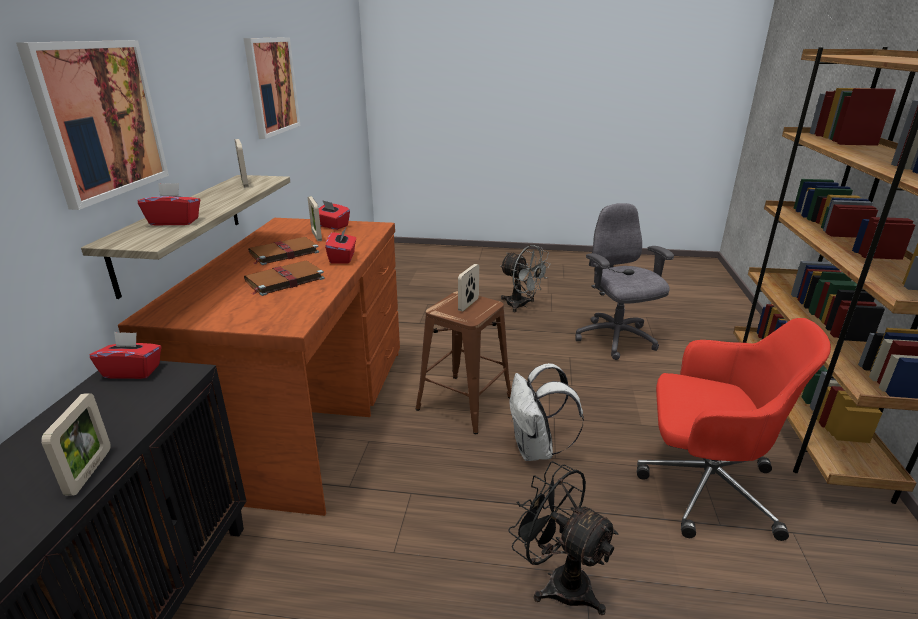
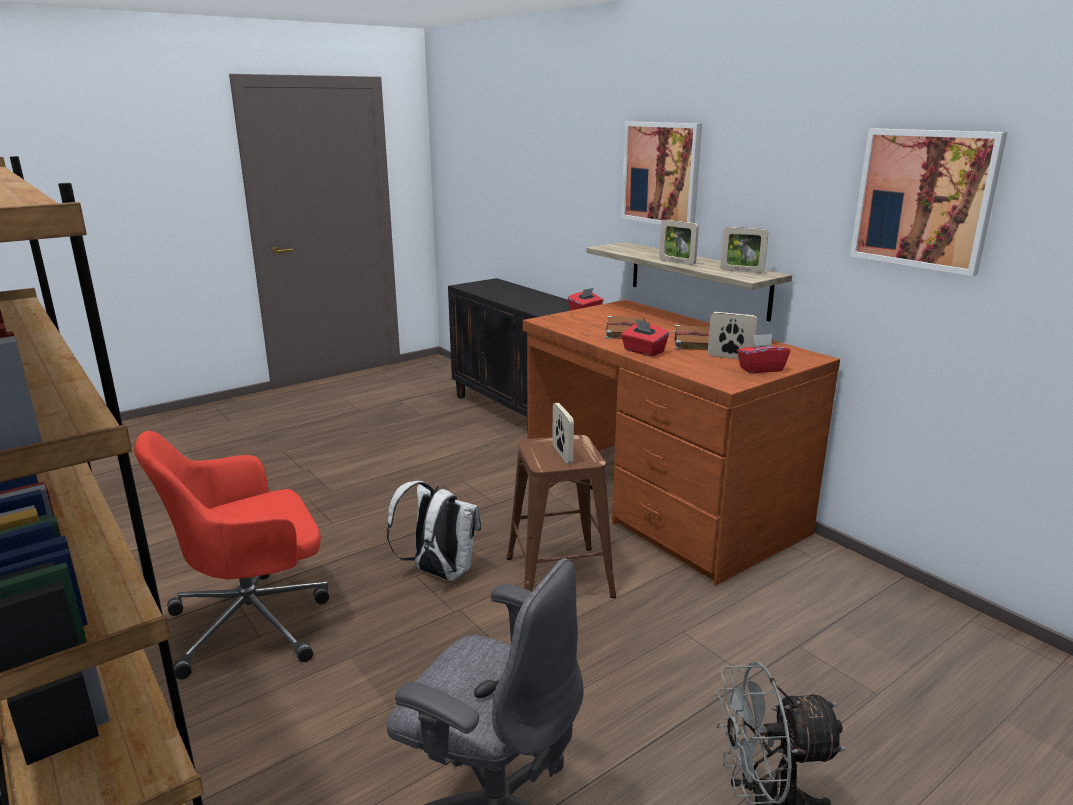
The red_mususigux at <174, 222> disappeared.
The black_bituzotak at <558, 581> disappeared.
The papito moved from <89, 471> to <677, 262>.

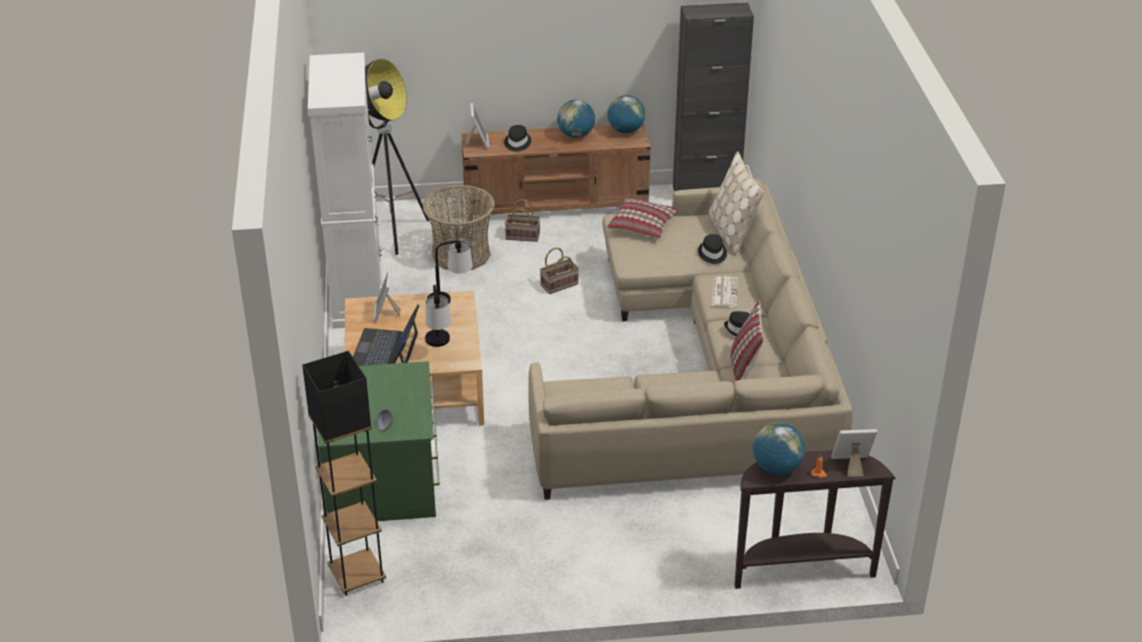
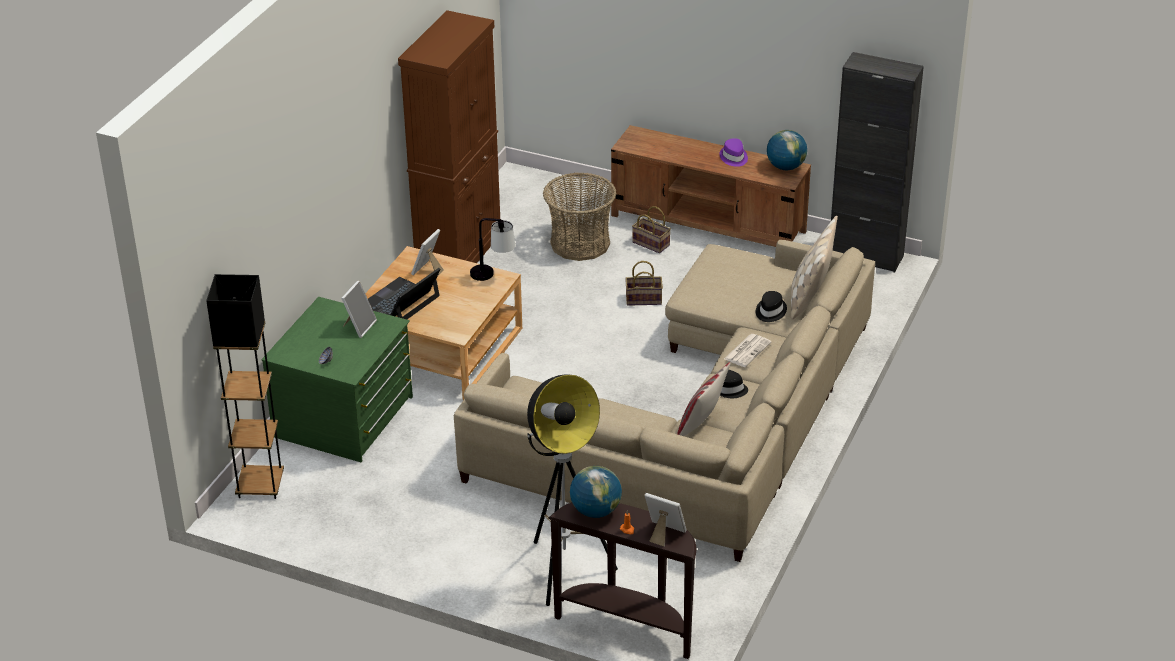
The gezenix at <439, 346> disappeared.
The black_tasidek at <517, 143> disappeared.
The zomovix at <642, 225> disappeared.
The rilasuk moved from <392, 232> to <564, 570>.
The papito moved from <478, 142> to <359, 326>.
The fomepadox at <576, 135> was replaced by the purple_tasidek at <733, 157>.
The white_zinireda at <358, 296> became the brown_zinireda at <459, 252>.

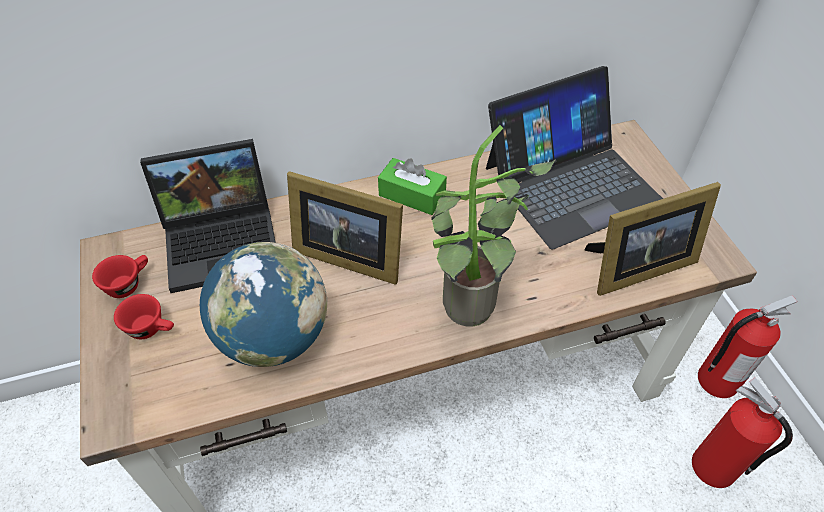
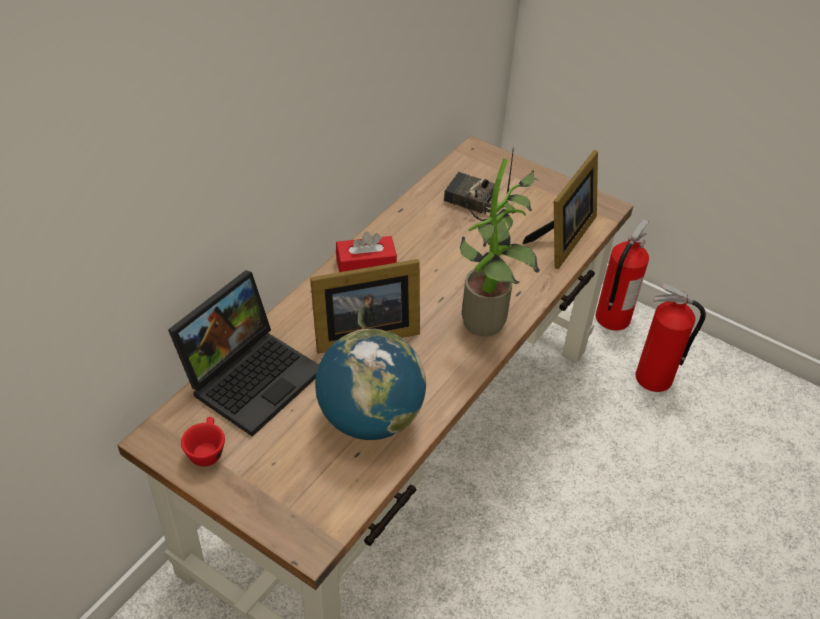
The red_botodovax at <152, 328> disappeared.
The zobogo at <571, 183> was replaced by the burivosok at <471, 202>.
The green_mususigux at <412, 195> became the red_mususigux at <366, 266>.

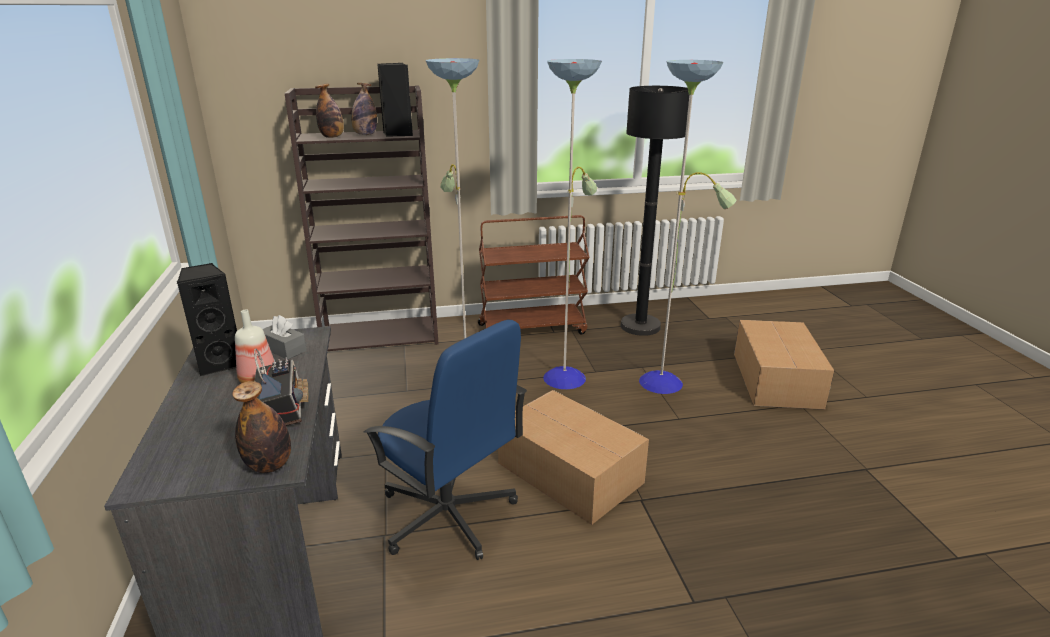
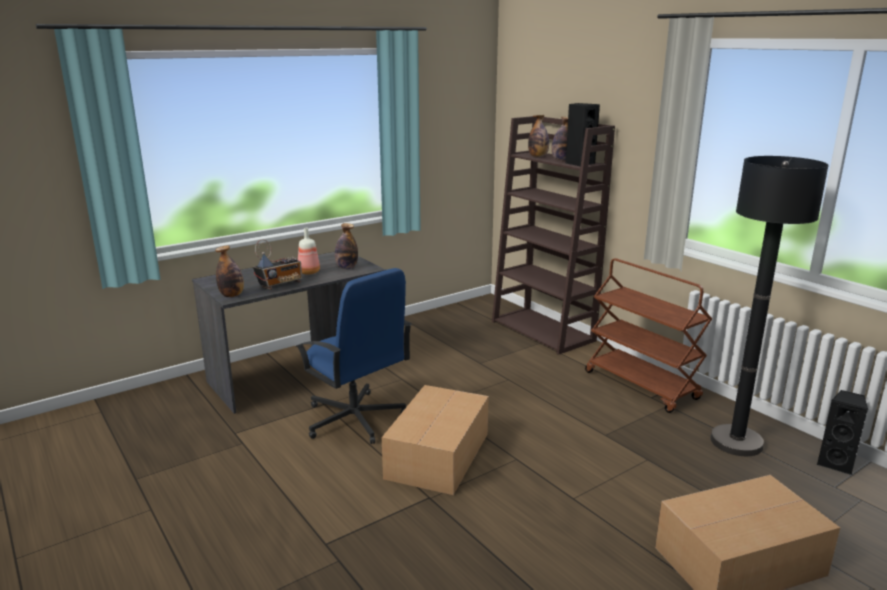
The rilasuk at <564, 376> disappeared.
The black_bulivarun moved from <221, 363> to <836, 463>.
The grey_mususigux at <283, 349> was replaced by the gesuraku at <346, 267>.
The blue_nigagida at <448, 516> turned 60 degrees counterclockwise.

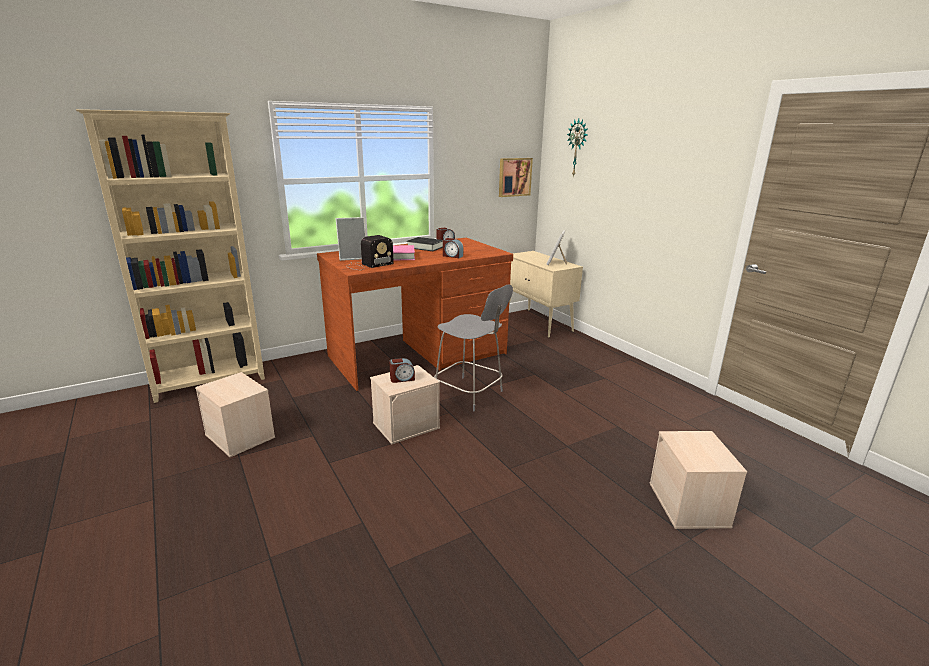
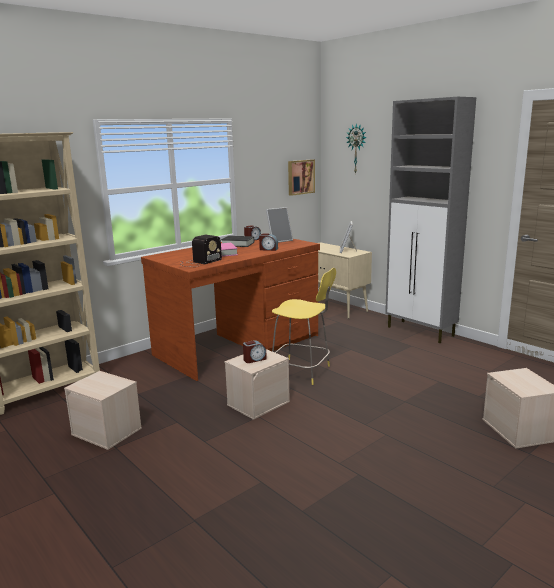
The grey_zinireda at <421, 332> appeared.
The papito moved from <353, 257> to <279, 240>.
The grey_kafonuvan at <470, 394> became the yellow_kafonuvan at <302, 371>.

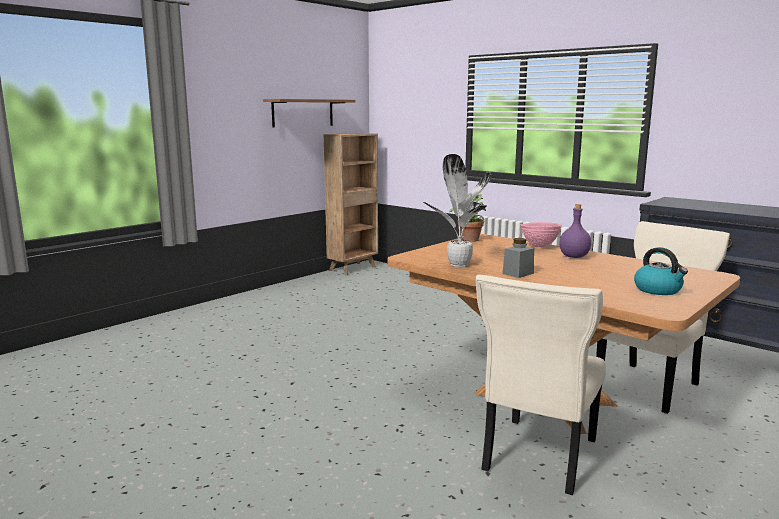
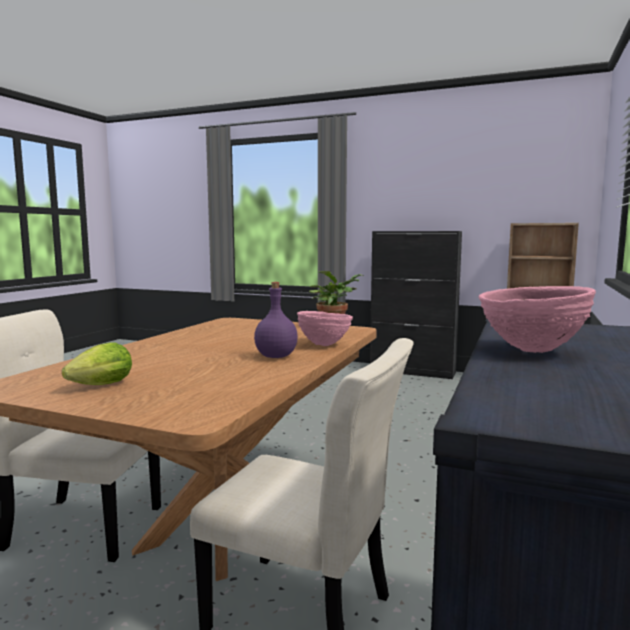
The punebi at <303, 113> disappeared.
The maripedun at <458, 265> disappeared.
The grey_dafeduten at <518, 273> disappeared.
The black_zinireda at <413, 371> appeared.
The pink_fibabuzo at <531, 351> appeared.
The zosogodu at <658, 290> was replaced by the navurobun at <98, 386>.

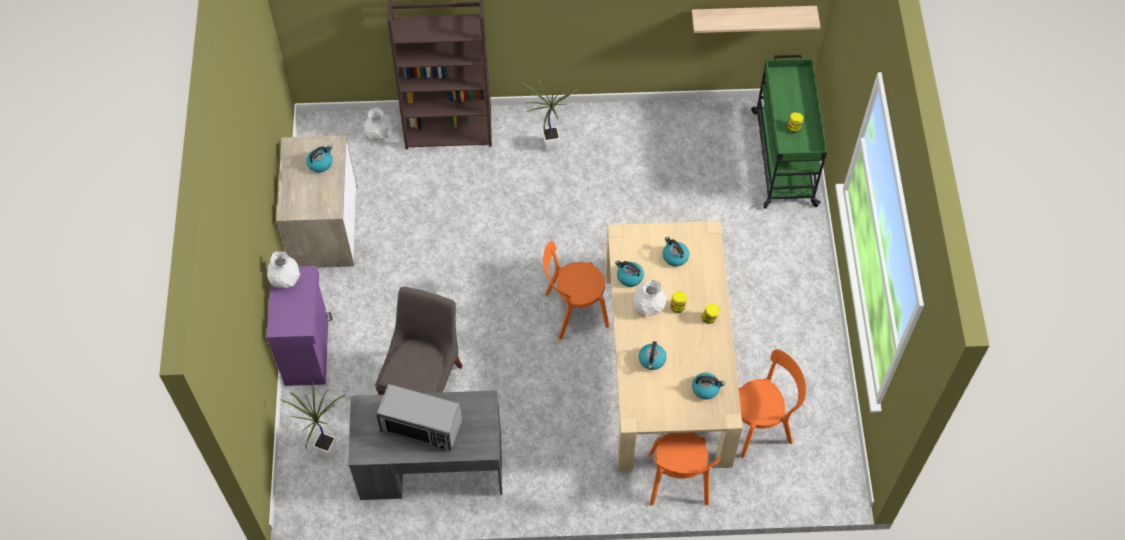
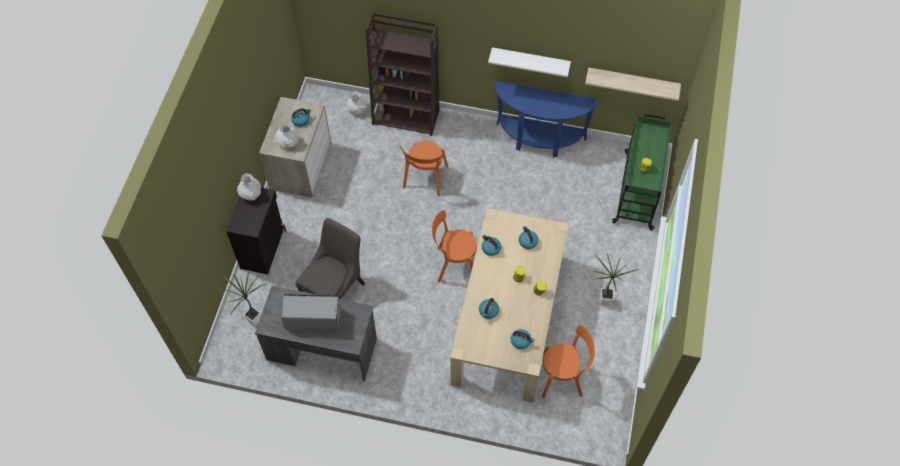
The white_punebi at <530, 60> appeared.
The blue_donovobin at <539, 140> appeared.
The maripedun moved from <549, 148> to <603, 303>.
The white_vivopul moved from <648, 306> to <288, 142>.
The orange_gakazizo moved from <678, 482> to <425, 179>.
The purple_zinireda at <308, 350> became the black_zinireda at <263, 248>.
The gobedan at <421, 426> turned 150 degrees clockwise.

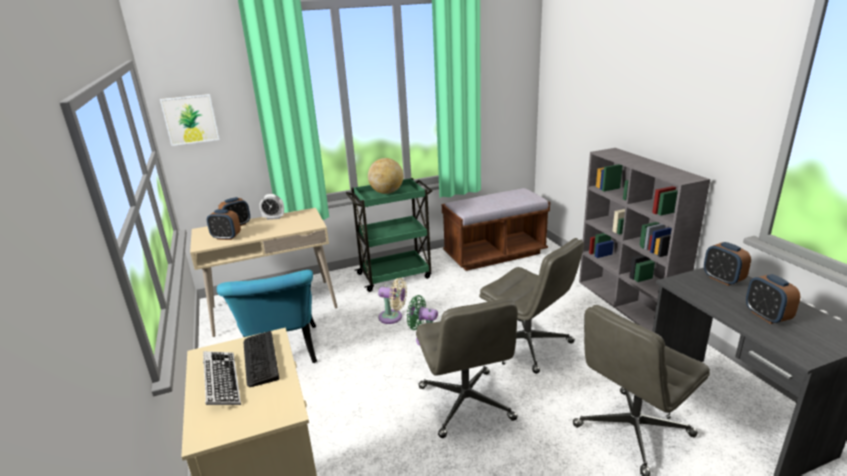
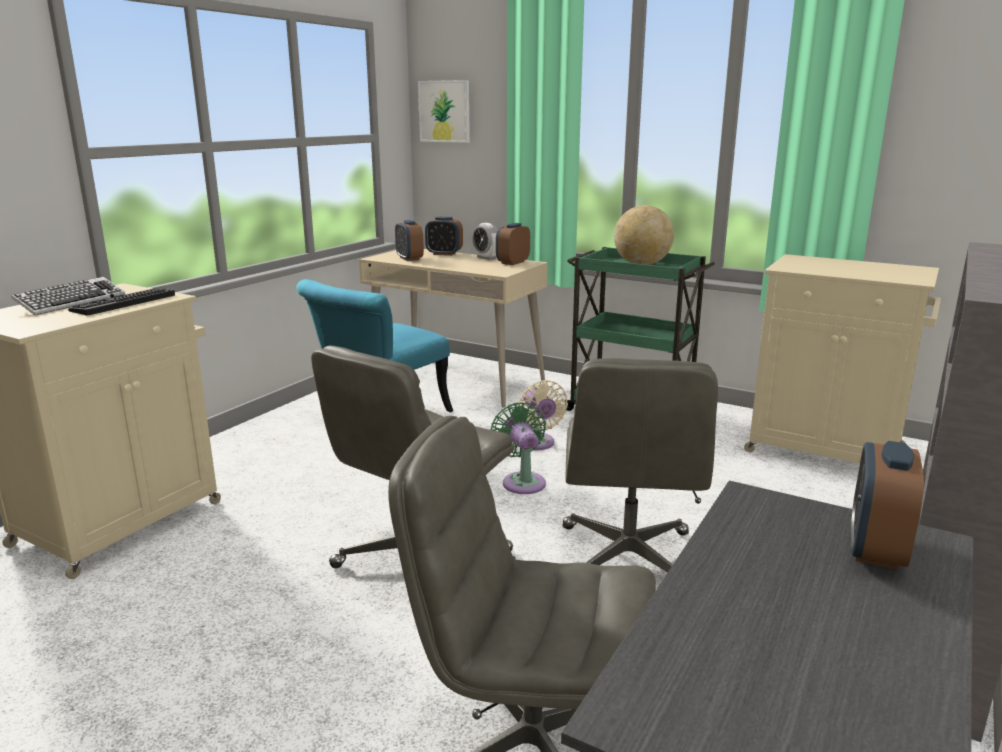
The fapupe moved from <766, 316> to <512, 262>.
The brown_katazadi at <494, 254> was replaced by the beige_zinireda at <828, 451>.

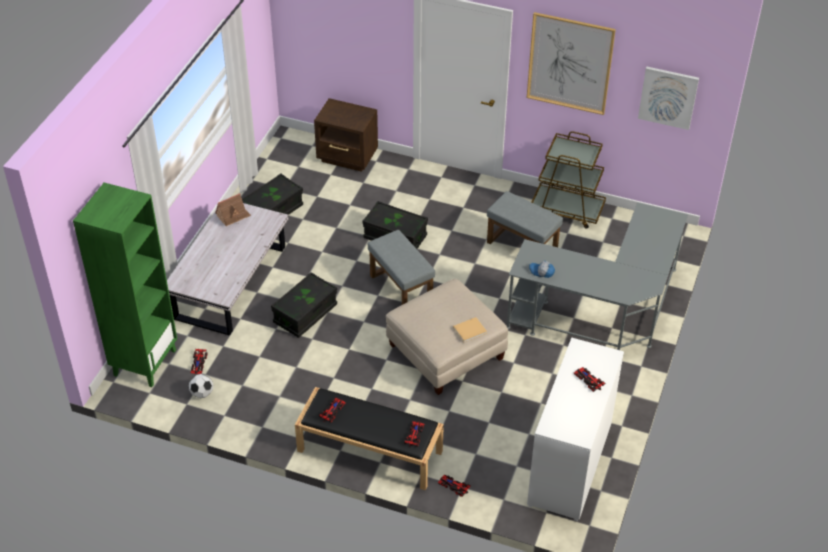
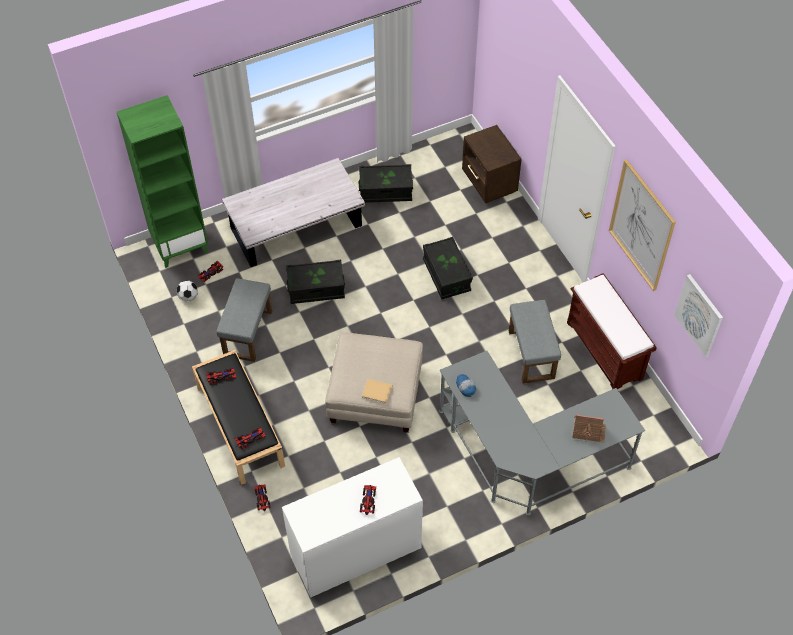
The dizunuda moved from <233, 216> to <588, 431>.
The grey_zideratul moved from <400, 289> to <247, 332>.
The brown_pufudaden at <567, 210> was replaced by the brown_katazadi at <605, 351>.

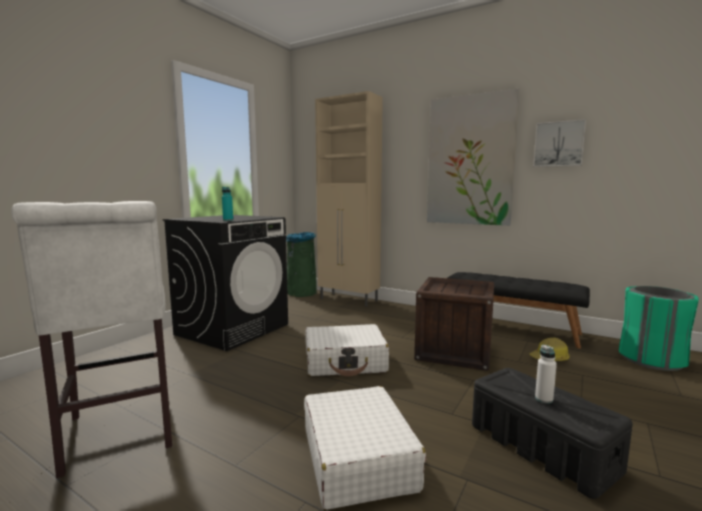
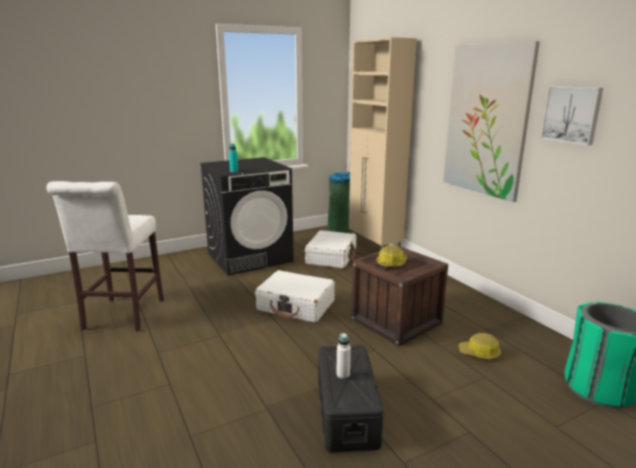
The black_katazadi at <510, 328> disappeared.
The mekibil at <391, 263> appeared.
The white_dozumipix moved from <358, 458> to <331, 257>.

